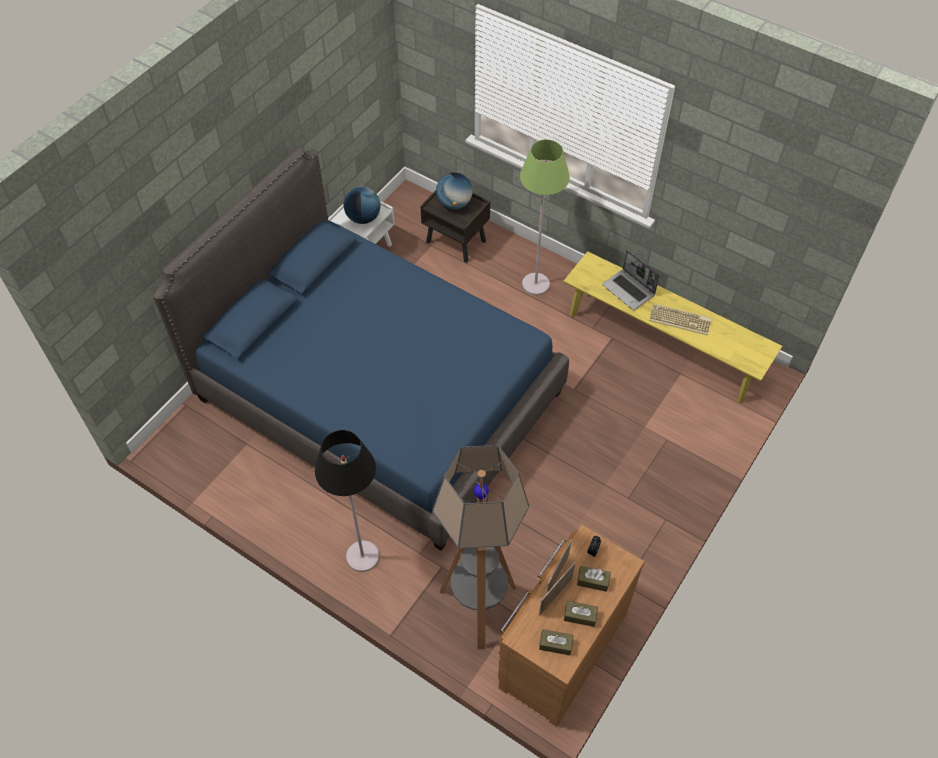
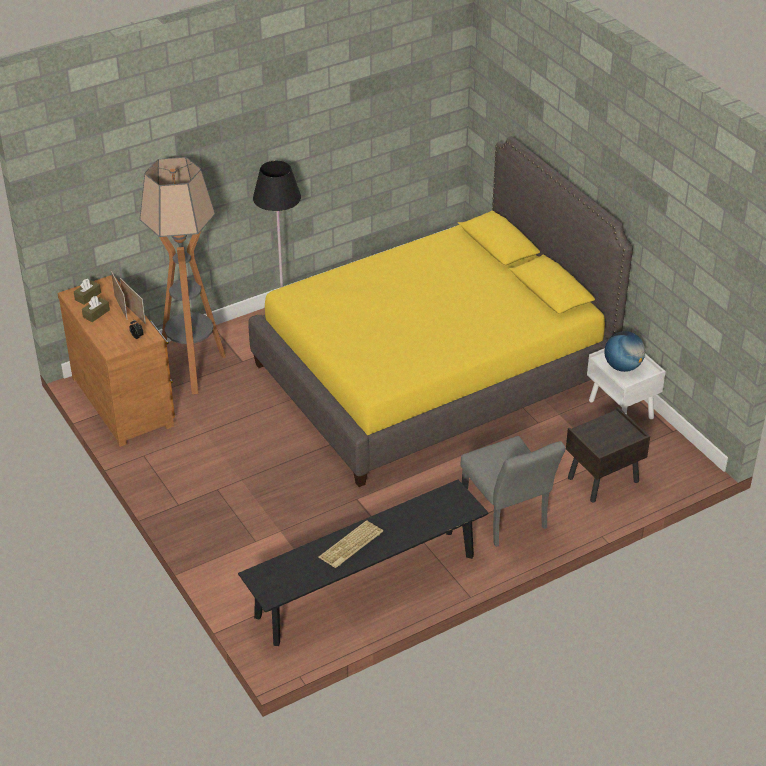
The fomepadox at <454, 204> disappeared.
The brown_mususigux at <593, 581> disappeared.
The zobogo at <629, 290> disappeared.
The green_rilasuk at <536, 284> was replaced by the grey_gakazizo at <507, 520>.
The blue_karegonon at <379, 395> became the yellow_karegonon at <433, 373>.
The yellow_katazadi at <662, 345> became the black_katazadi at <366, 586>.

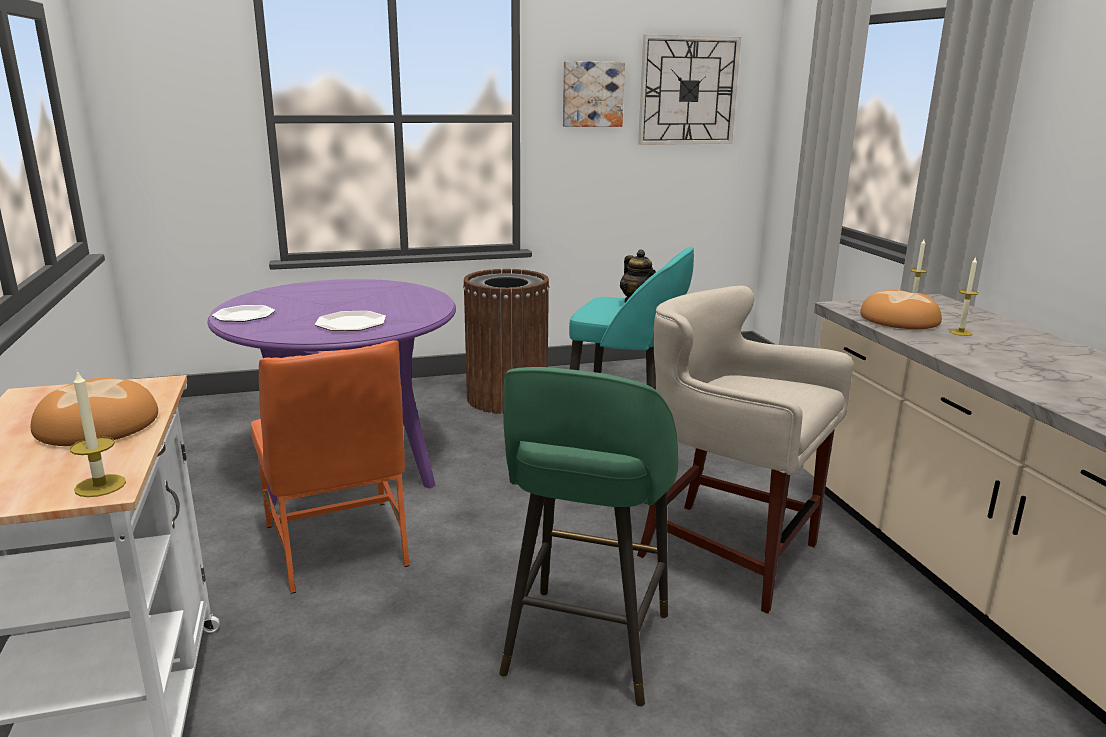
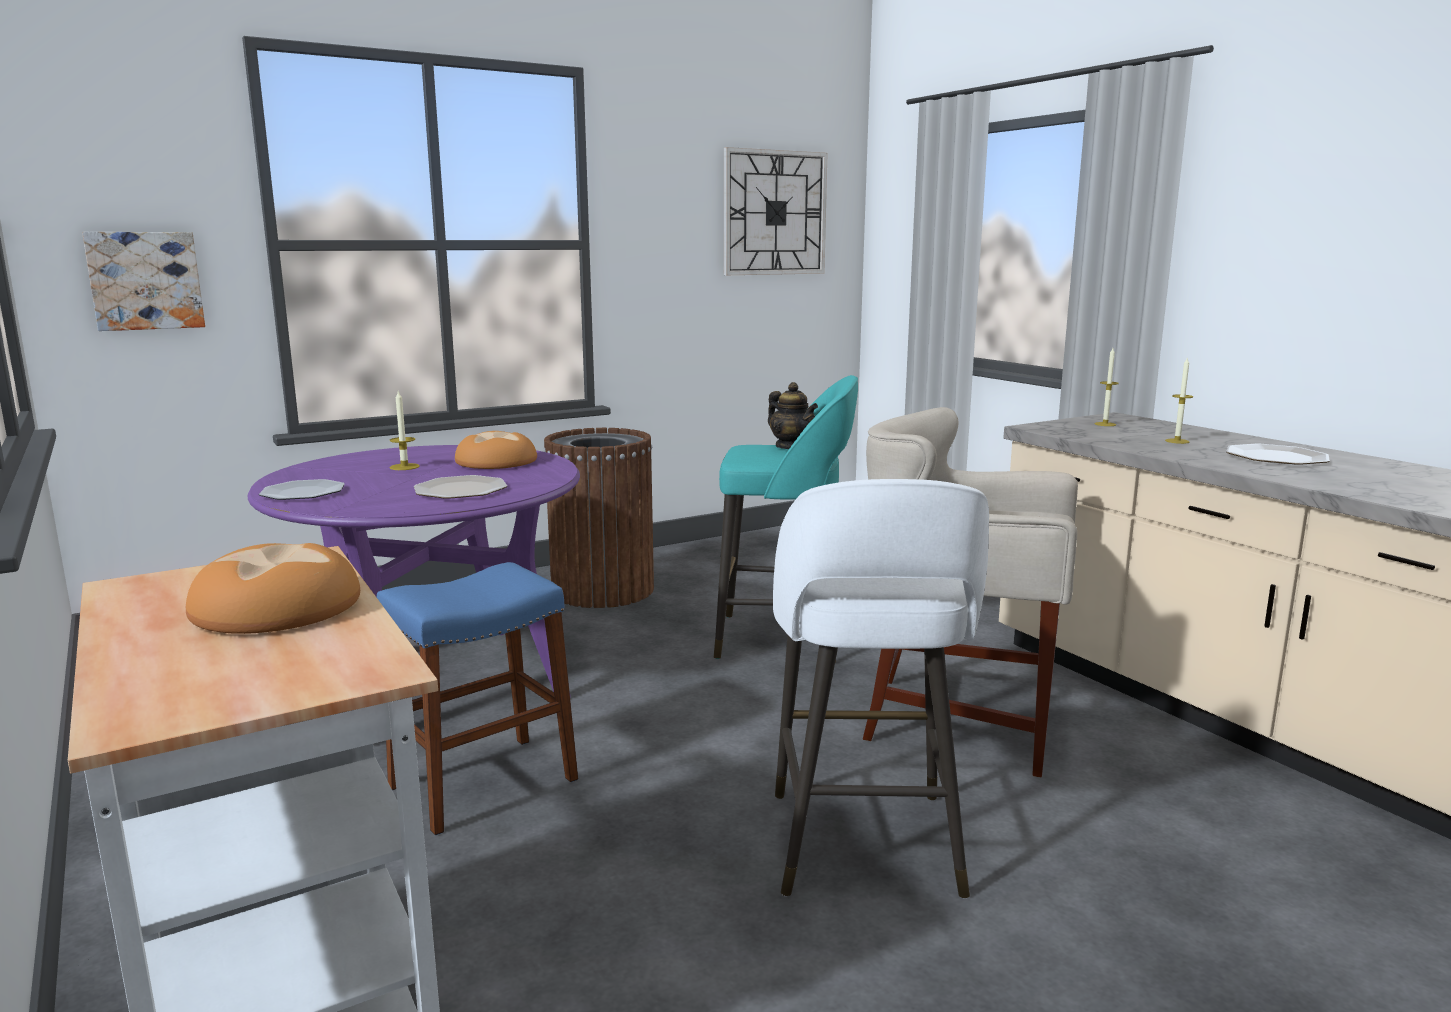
The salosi at <1277, 457> appeared.
The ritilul moved from <100, 486> to <404, 467>.
The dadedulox moved from <592, 94> to <145, 280>.
The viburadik moved from <900, 320> to <497, 461>.
The orange_gakazizo at <338, 546> was replaced by the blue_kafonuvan at <483, 783>.
The green_kafonuvan at <585, 647> became the white_kafonuvan at <864, 847>.

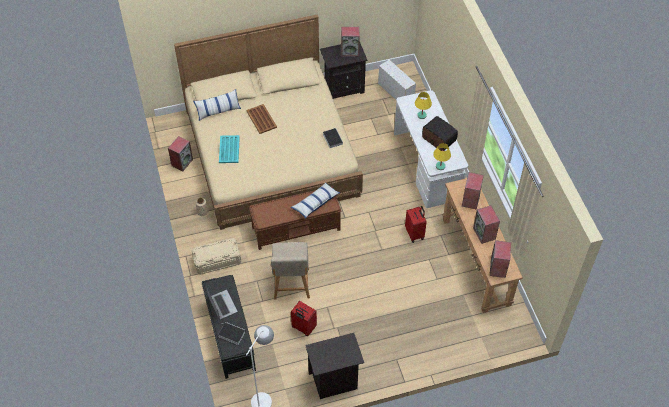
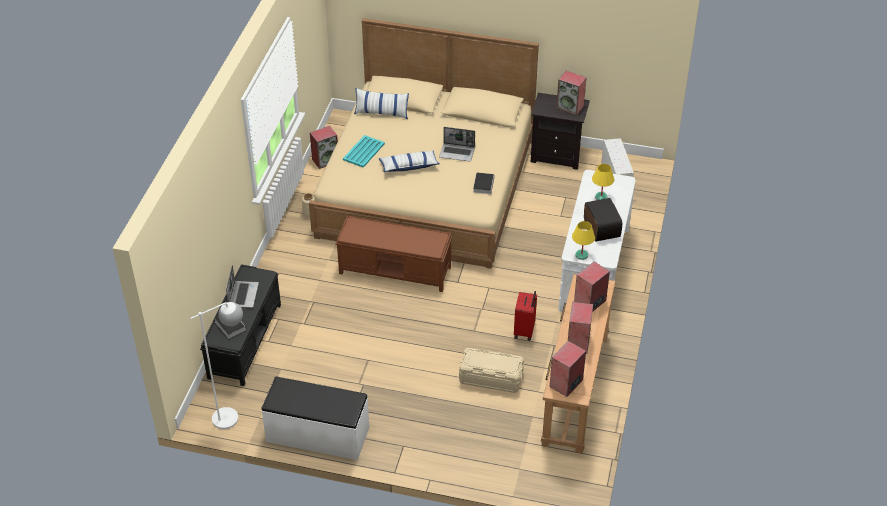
The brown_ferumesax at <261, 119> disappeared.
The beige_gakazizo at <291, 286> disappeared.
The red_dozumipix at <303, 328> disappeared.
The zobogo at <457, 153> appeared.
The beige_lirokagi moved from <217, 261> to <491, 378>.
The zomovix moved from <315, 203> to <409, 166>.
The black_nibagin at <334, 381> was replaced by the white_katazadi at <317, 435>.

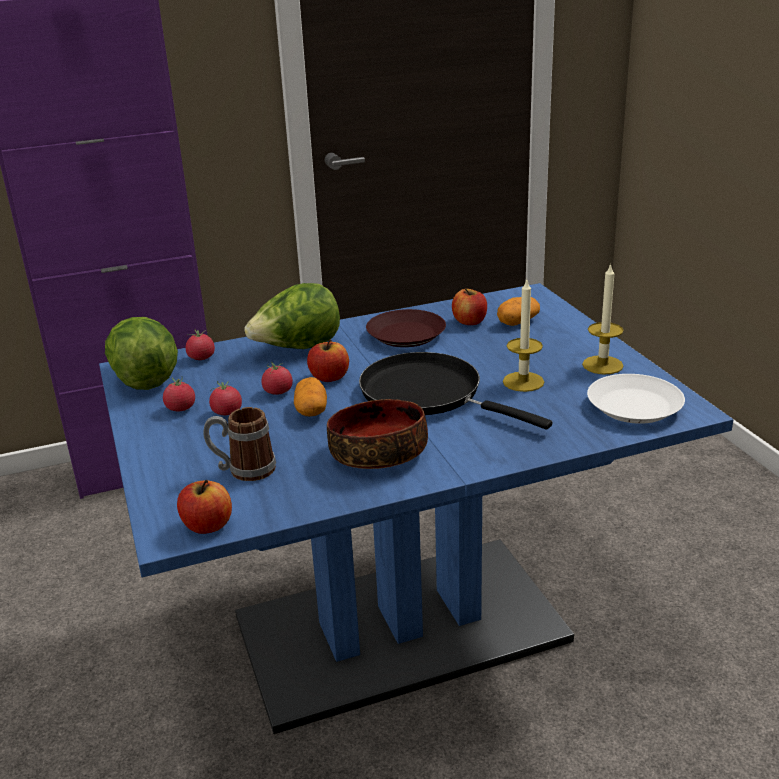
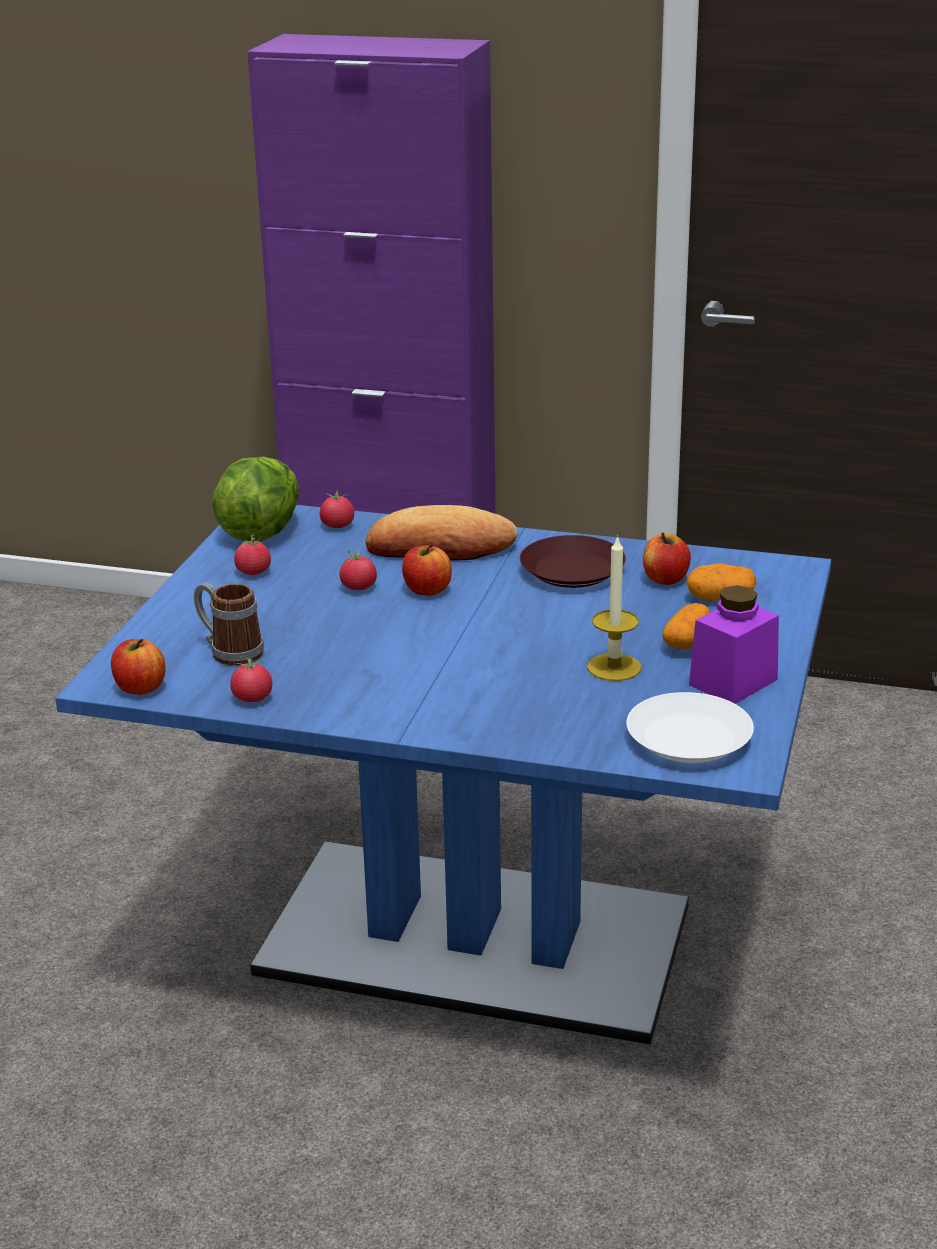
The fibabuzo at <379, 452> disappeared.
The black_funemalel at <428, 394> disappeared.
The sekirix moved from <227, 412> to <252, 698>.
The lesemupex moved from <311, 410> to <687, 643>.
The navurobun at <297, 349> was replaced by the viburadik at <440, 547>.
The ritilul at <602, 365> was replaced by the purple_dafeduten at <733, 682>.

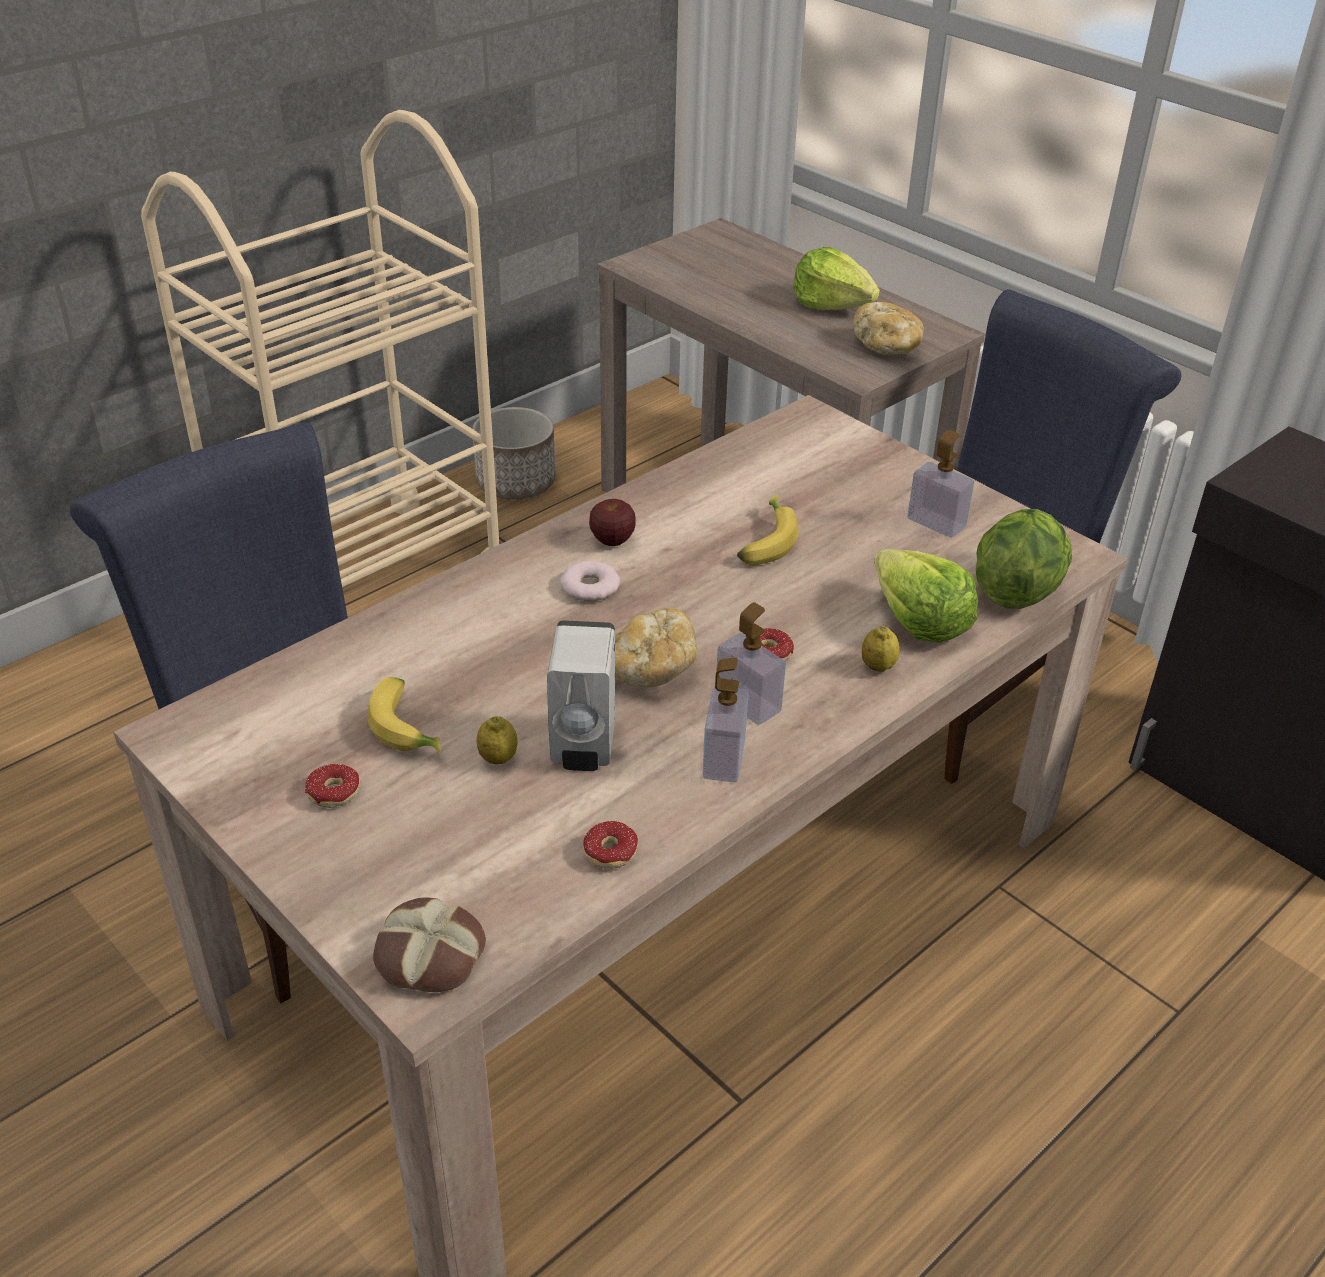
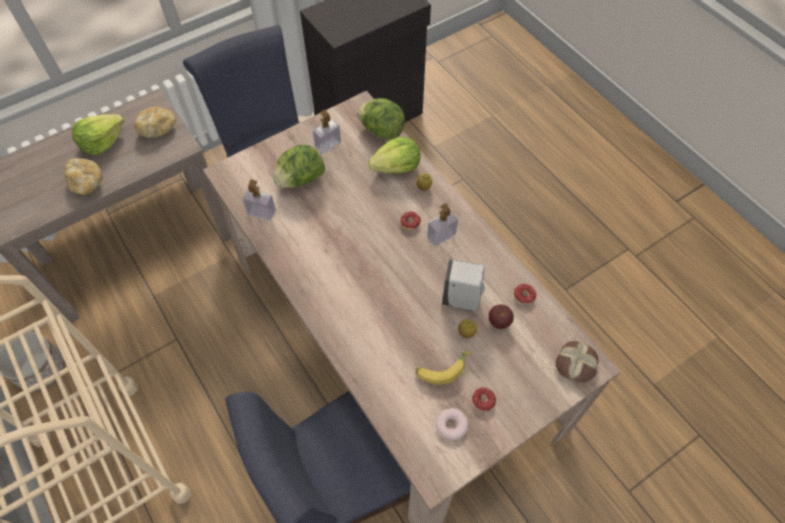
The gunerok at <764, 541> disappeared.
The navurobun at <300, 179> appeared.
The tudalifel moved from <590, 587> to <451, 425>.
The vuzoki moved from <613, 540> to <499, 322>.
The viburadik moved from <650, 670> to <87, 182>.
The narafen moved from <723, 759> to <262, 212>.

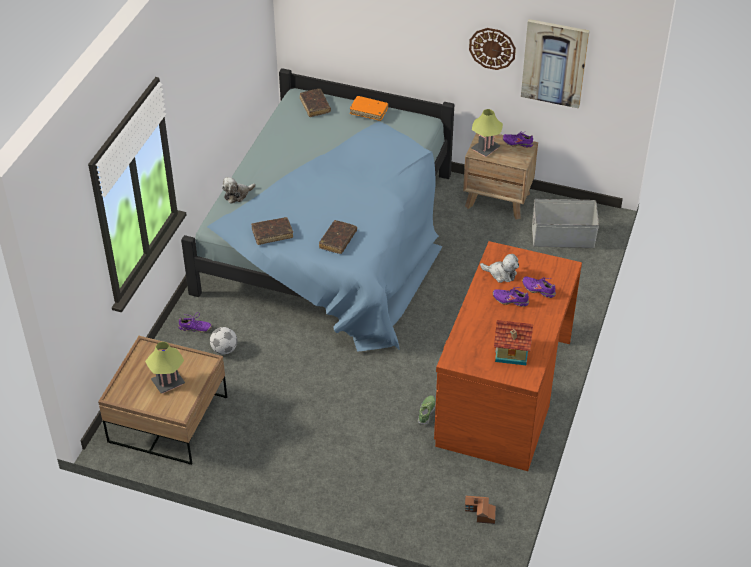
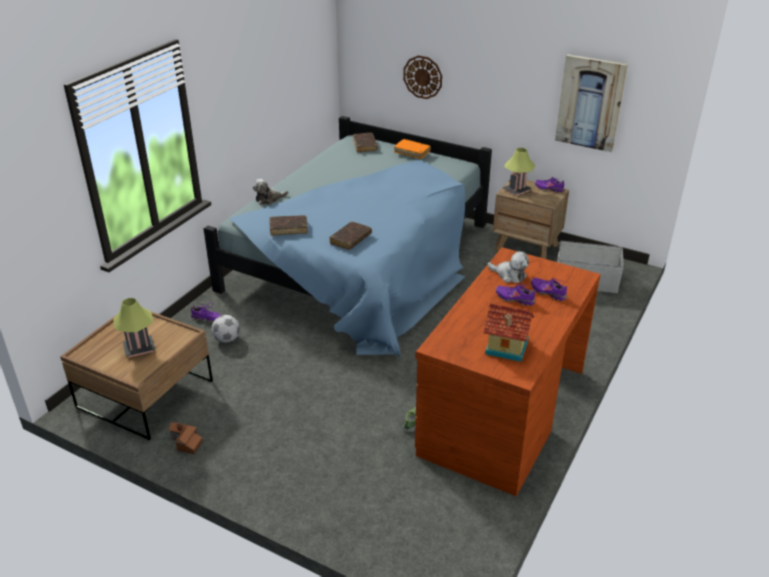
The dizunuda moved from <480, 513> to <185, 442>.
The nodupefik moved from <492, 48> to <422, 77>.

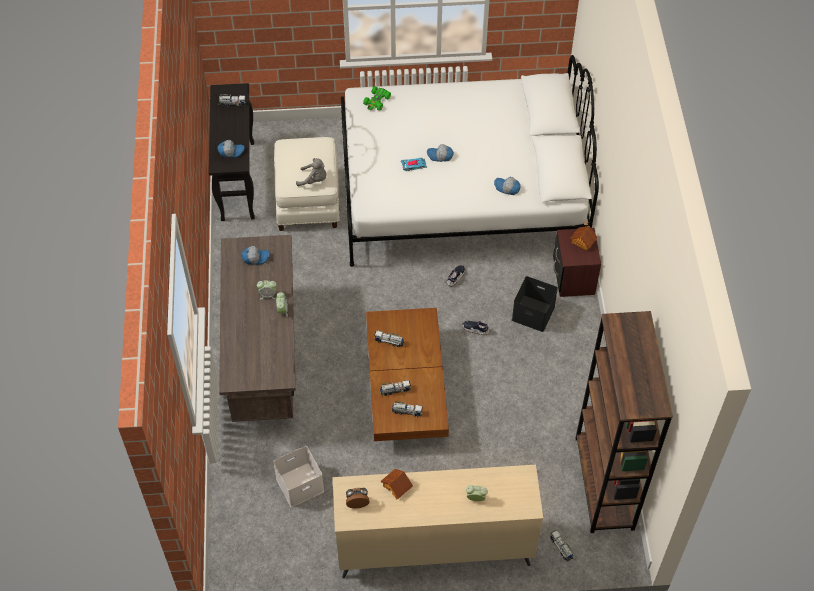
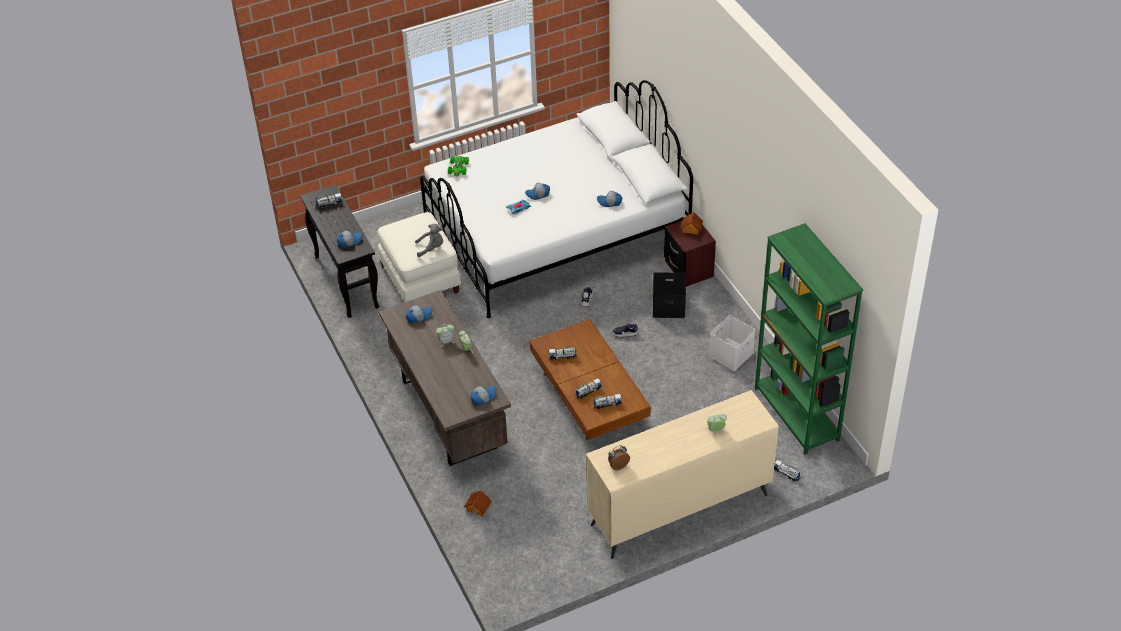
The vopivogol at <483, 397> appeared.
The white_lirokagi moved from <299, 485> to <731, 355>.
The dizunuda moved from <397, 486> to <478, 507>.
The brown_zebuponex at <604, 483> became the green_zebuponex at <796, 414>.

